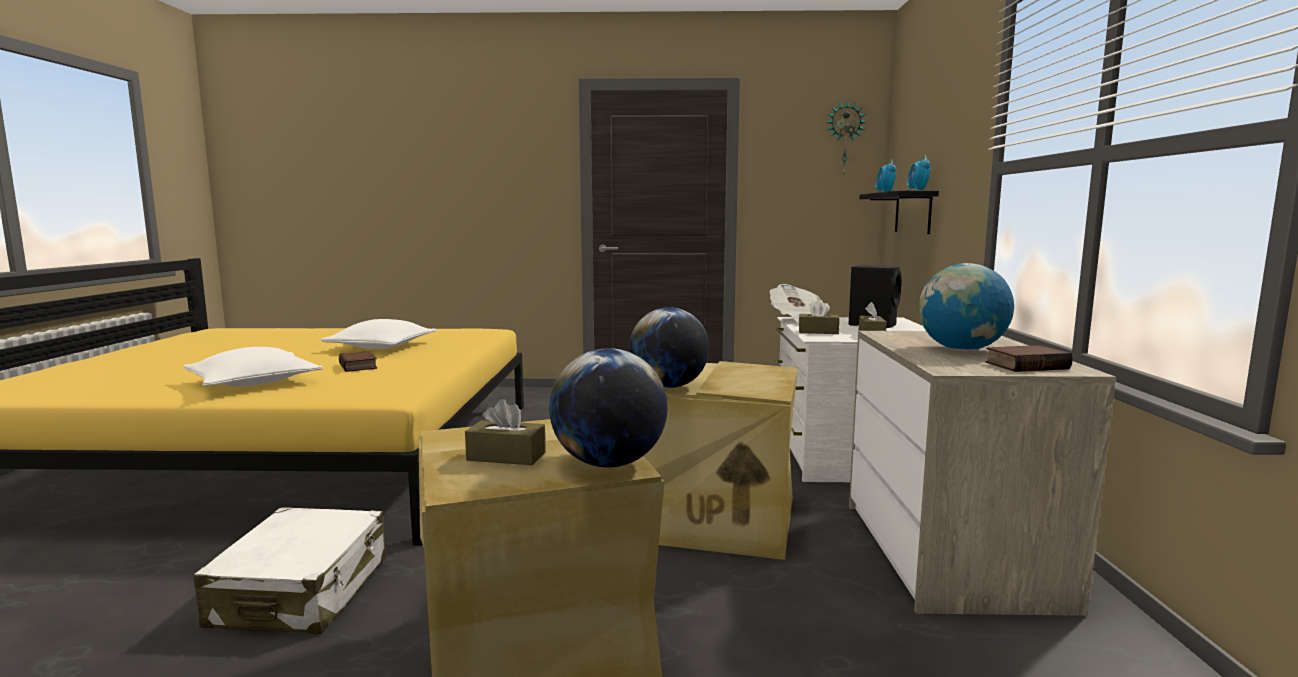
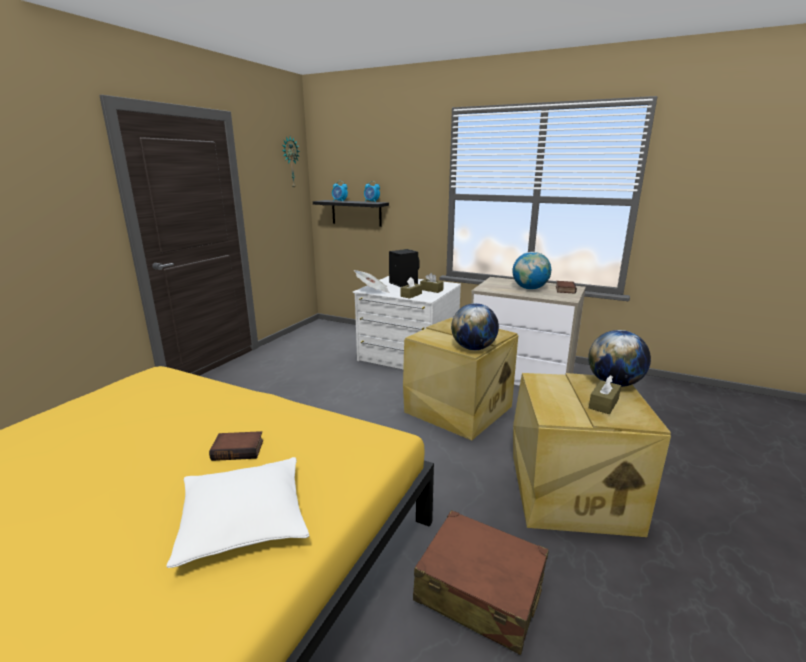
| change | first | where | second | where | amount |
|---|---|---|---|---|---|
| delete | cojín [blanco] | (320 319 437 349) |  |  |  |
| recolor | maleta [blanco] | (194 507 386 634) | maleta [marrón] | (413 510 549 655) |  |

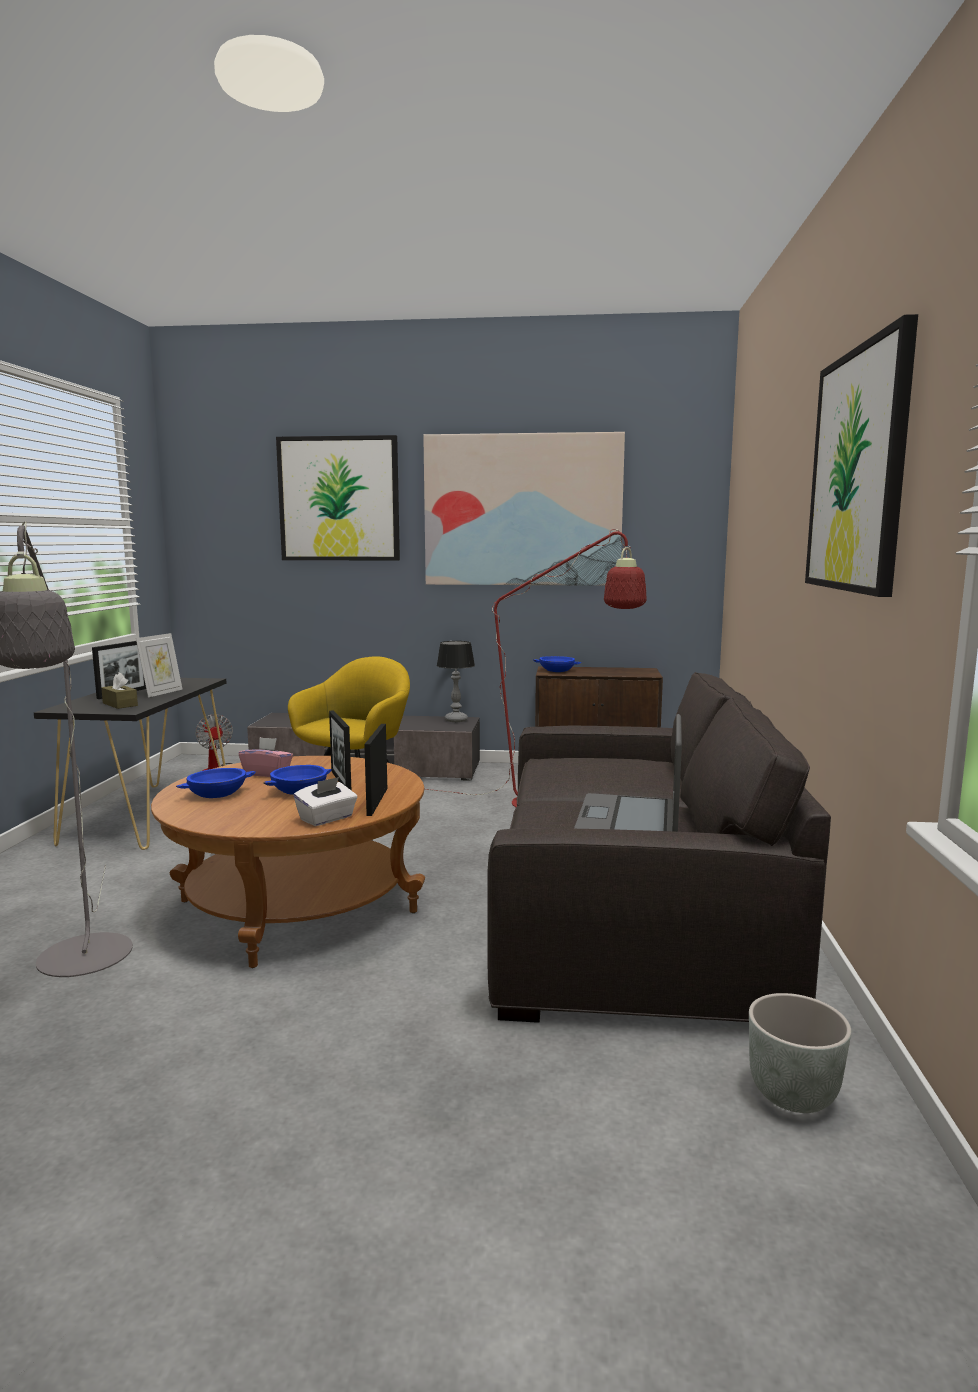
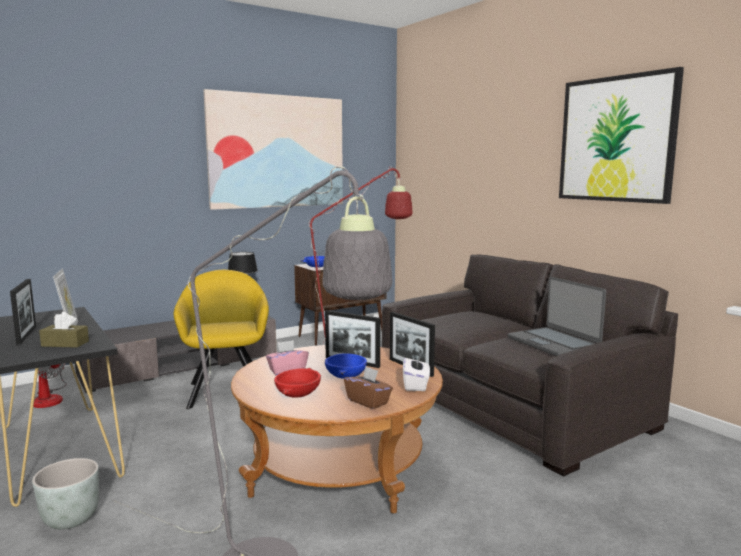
| change | first | where | second | where | amount |
|---|---|---|---|---|---|
| delete | cuadro | (276 435 400 561) |  |  |  |
| recolor | cuenco [azul] | (176 768 256 798) | cuenco [rojo] | (274 368 321 398) |  |
| move | maceta [gris] | (749 993 851 1113) |  | (32 458 99 529) |  |
| insert |  |  | caja de pañuelos [marrón] | (344 366 393 409) |  |

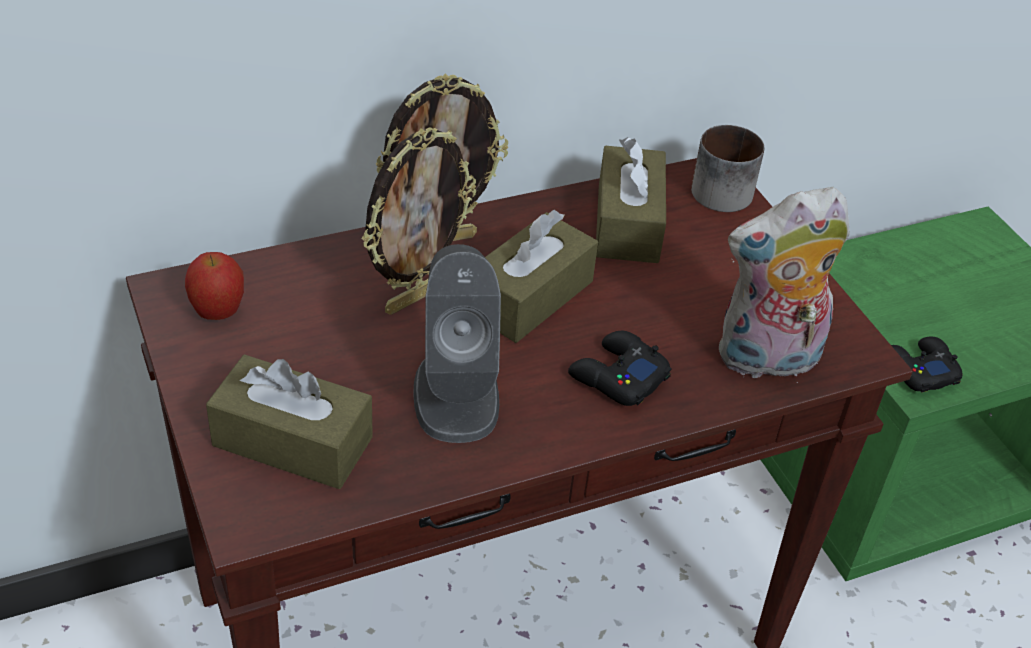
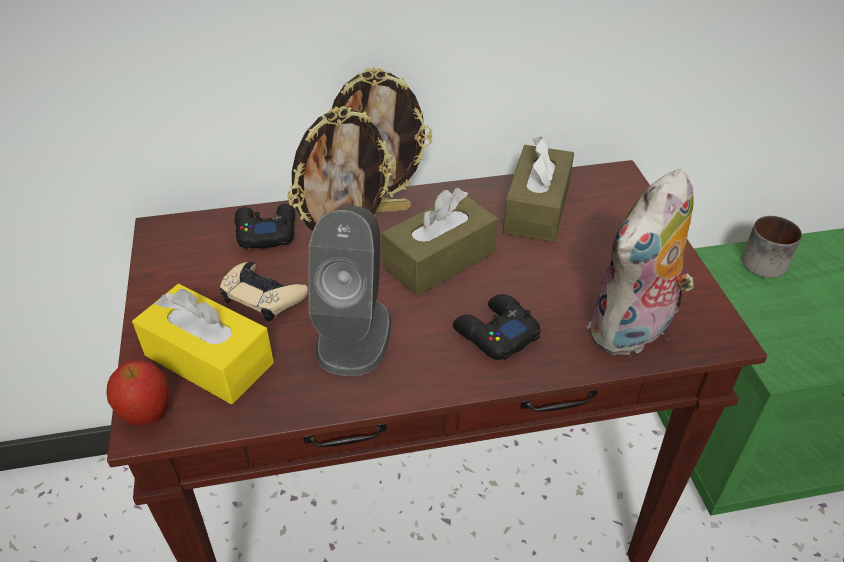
| change | first | where | second | where | amount |
|---|---|---|---|---|---|
| move | taza grande | (691 125 764 212) |  | (742 216 802 278) |  |
| rotate | peluche | (719 187 850 383) |  | (587 169 694 355) | 45 degrees counterclockwise |
| move | manzana | (185 252 244 320) |  | (106 361 169 426) |  |
| move | mando de consola [negro] | (891 336 963 393) |  | (235 204 295 249) |  |
| recolor | caja de pañuelos [marrón] | (206 355 373 489) | caja de pañuelos [amarillo] | (132 284 274 404) |  |
| insert |  |  | mando de consola [beis] | (220 262 308 322) |  |

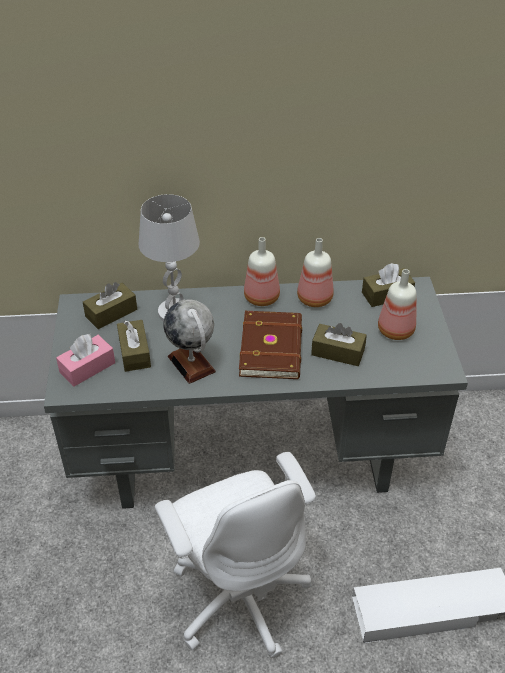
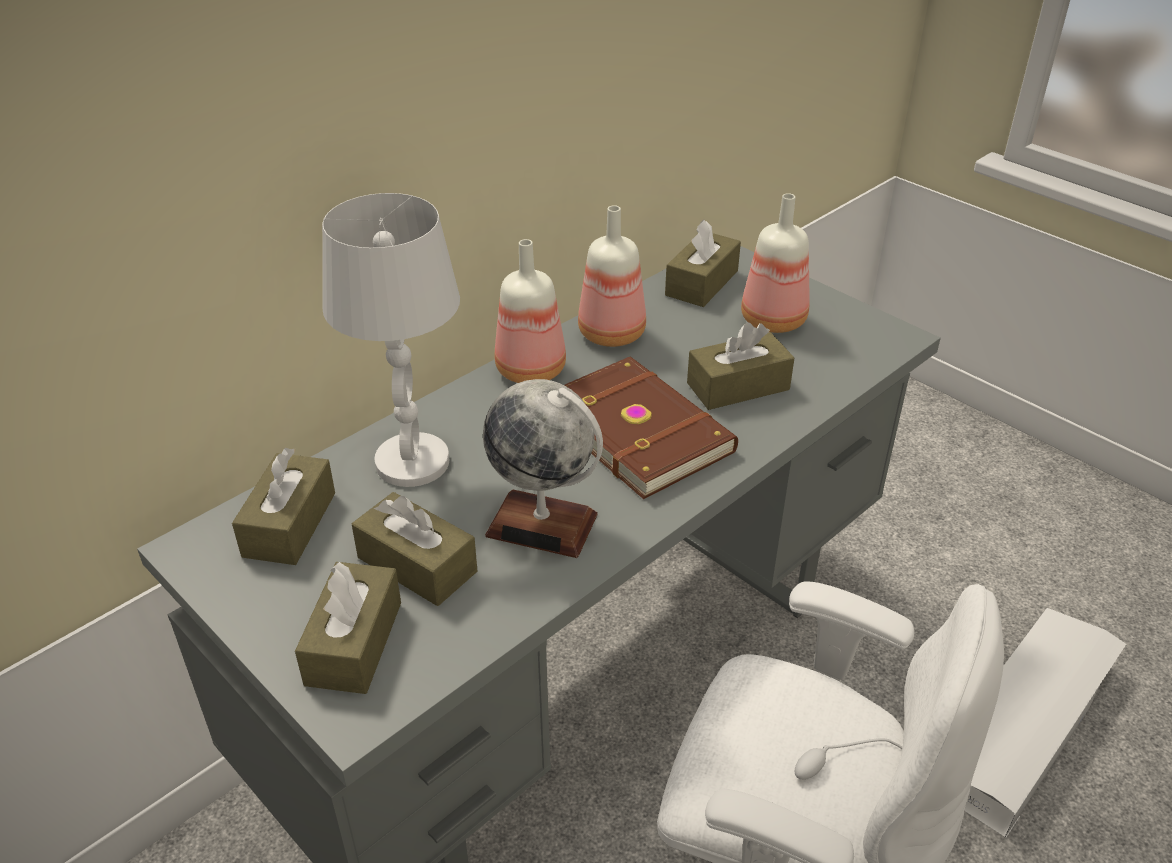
| change | first | where | second | where | amount |
|---|---|---|---|---|---|
| recolor | caja de pañuelos [rosa] | (56 334 115 387) | caja de pañuelos [marrón] | (295 562 401 694) |  |

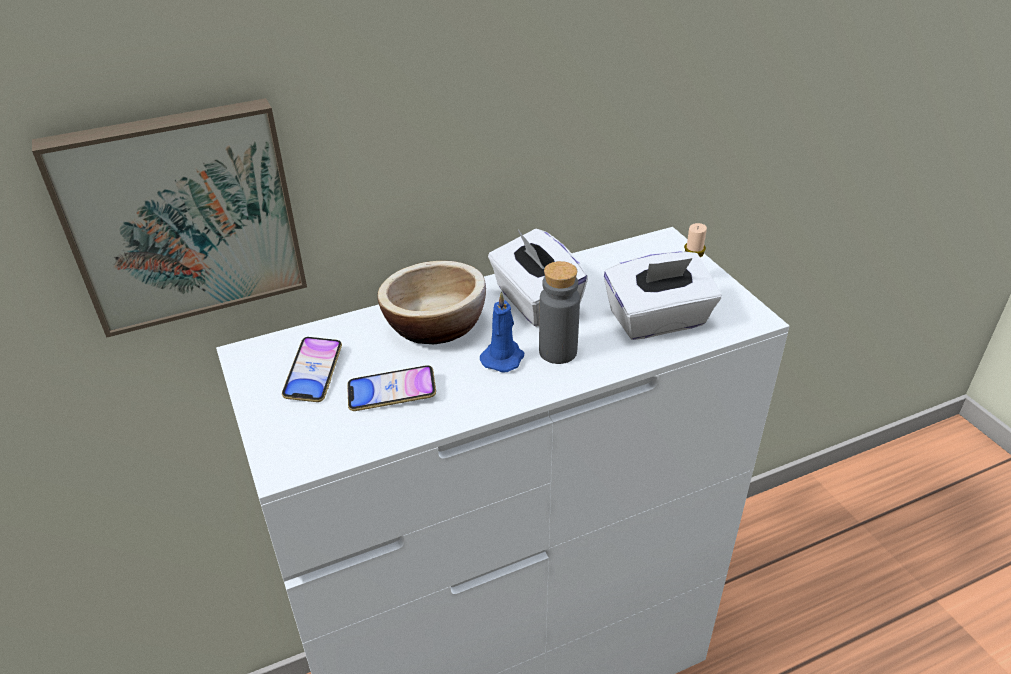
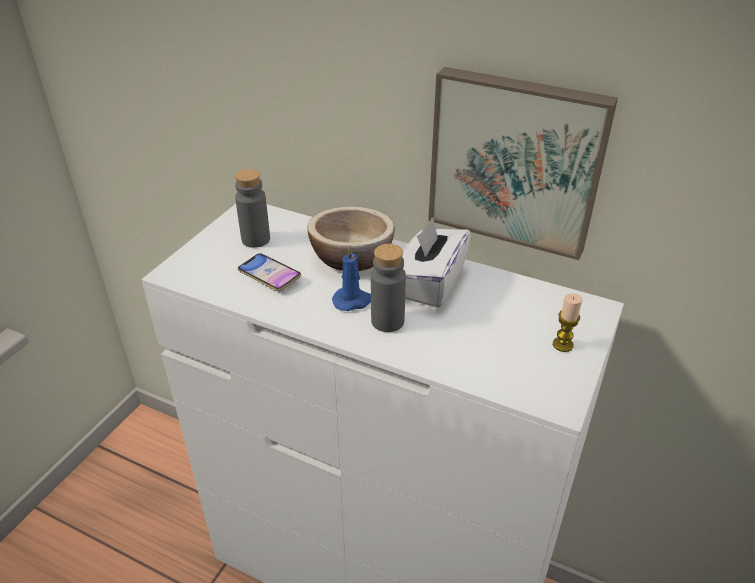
| change | first | where | second | where | amount |
|---|---|---|---|---|---|
| move | cuadro | (32 98 307 338) |  | (428 67 618 260) |  |
| delete | caja de pañuelos [blanco] | (604 251 721 340) |  |  |  |
| replace | móvil | (282 337 342 402) | botella [gris] | (235 169 270 248) |  |

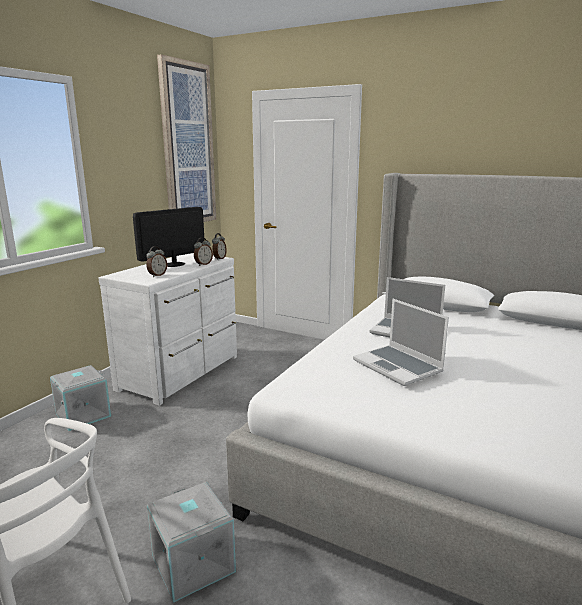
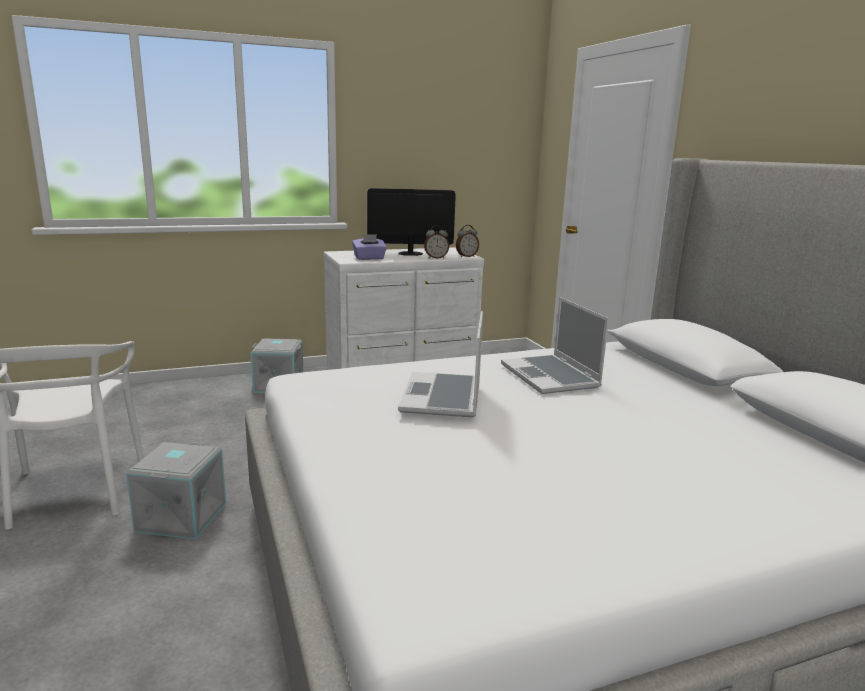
| change | first | where | second | where | amount |
|---|---|---|---|---|---|
| delete | cuadro | (157 54 216 222) |  |  |  |
| replace | despertador | (146 246 167 277) | caja de pañuelos [morado] | (352 234 387 260) |  |

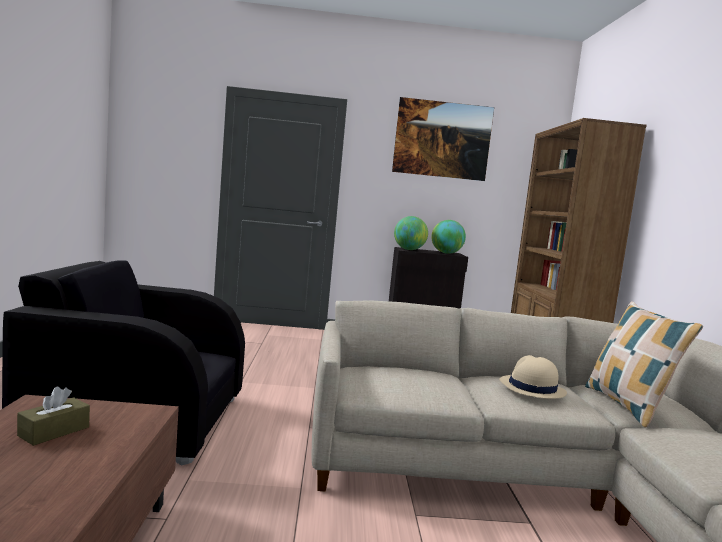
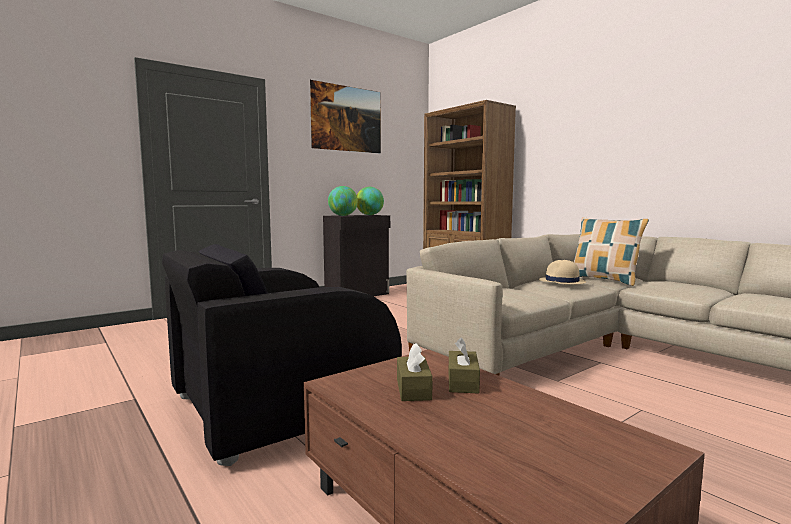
| change | first | where | second | where | amount |
|---|---|---|---|---|---|
| insert |  |  | caja de pañuelos [marrón] | (449 337 480 393) |  |

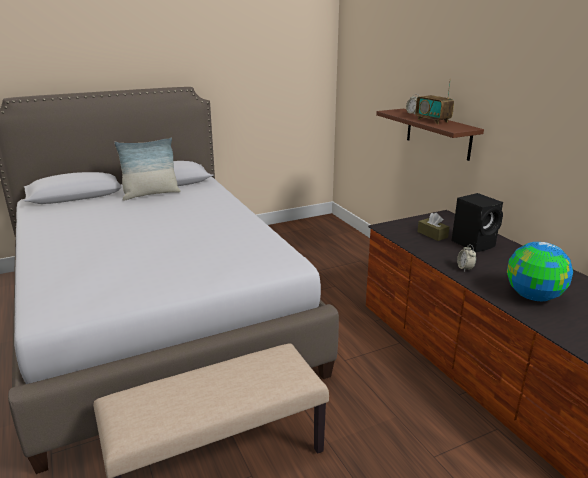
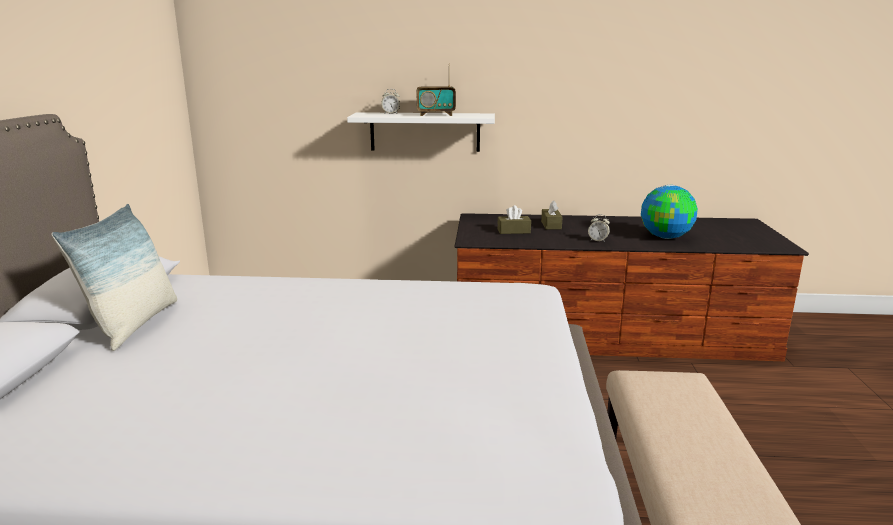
| change | first | where | second | where | amount |
|---|---|---|---|---|---|
| recolor | estante [marrón] | (376 109 484 161) | estante [blanco] | (347 112 495 152) |  |
| replace | altavoz [negro] | (451 193 503 252) | caja de pañuelos [marrón] | (541 201 563 230) |  |

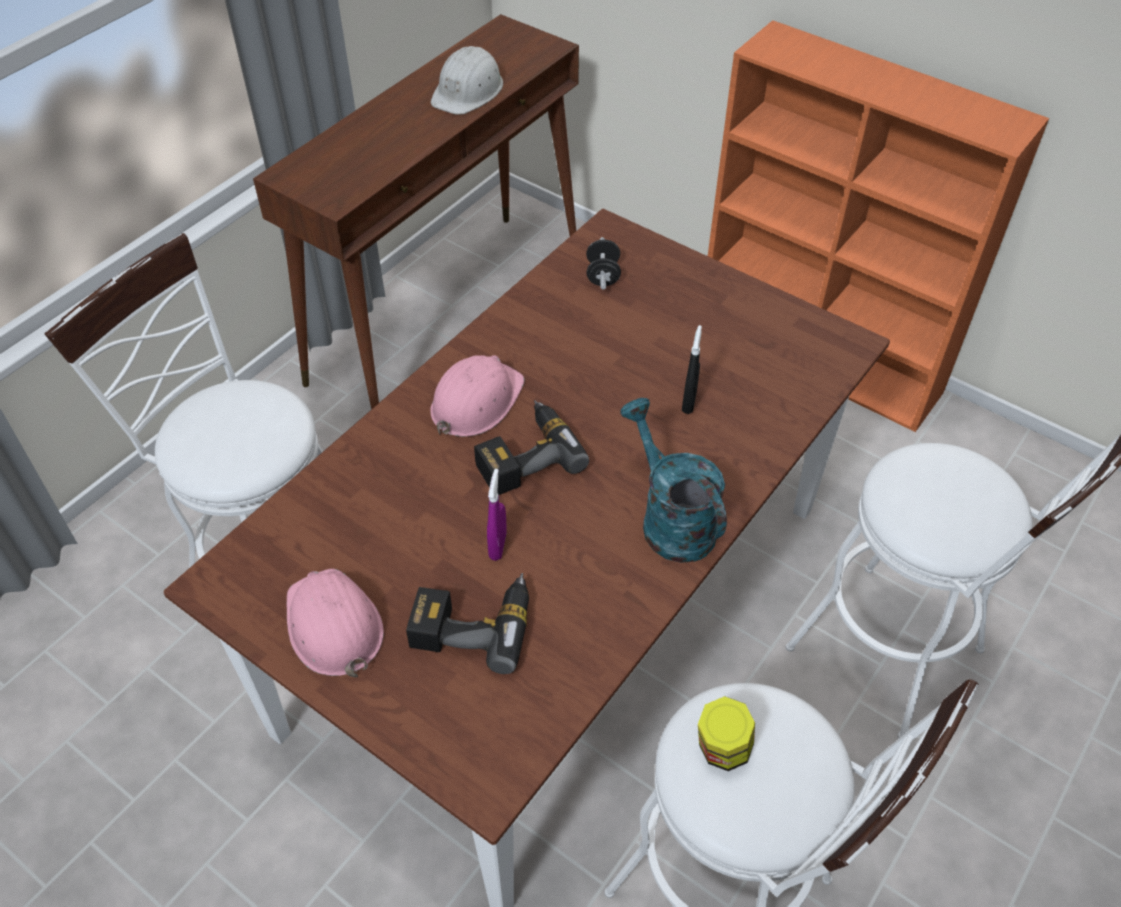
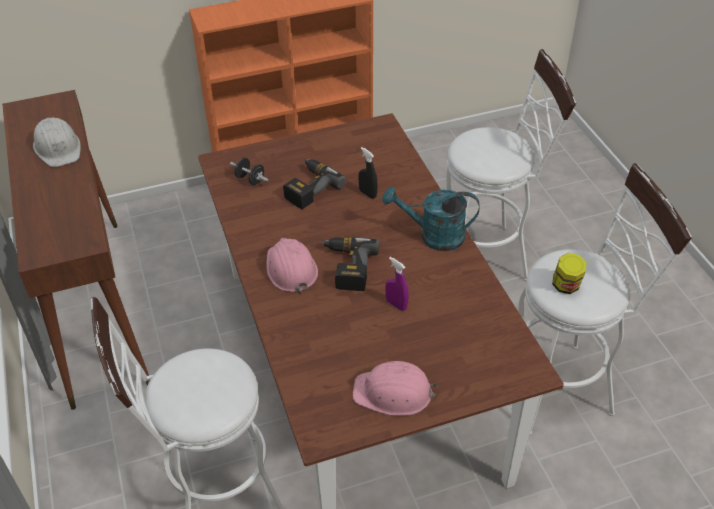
| change | first | where | second | where | amount |
|---|---|---|---|---|---|
| move | taladro | (406 573 529 674) |  | (283 159 346 209) |  |

